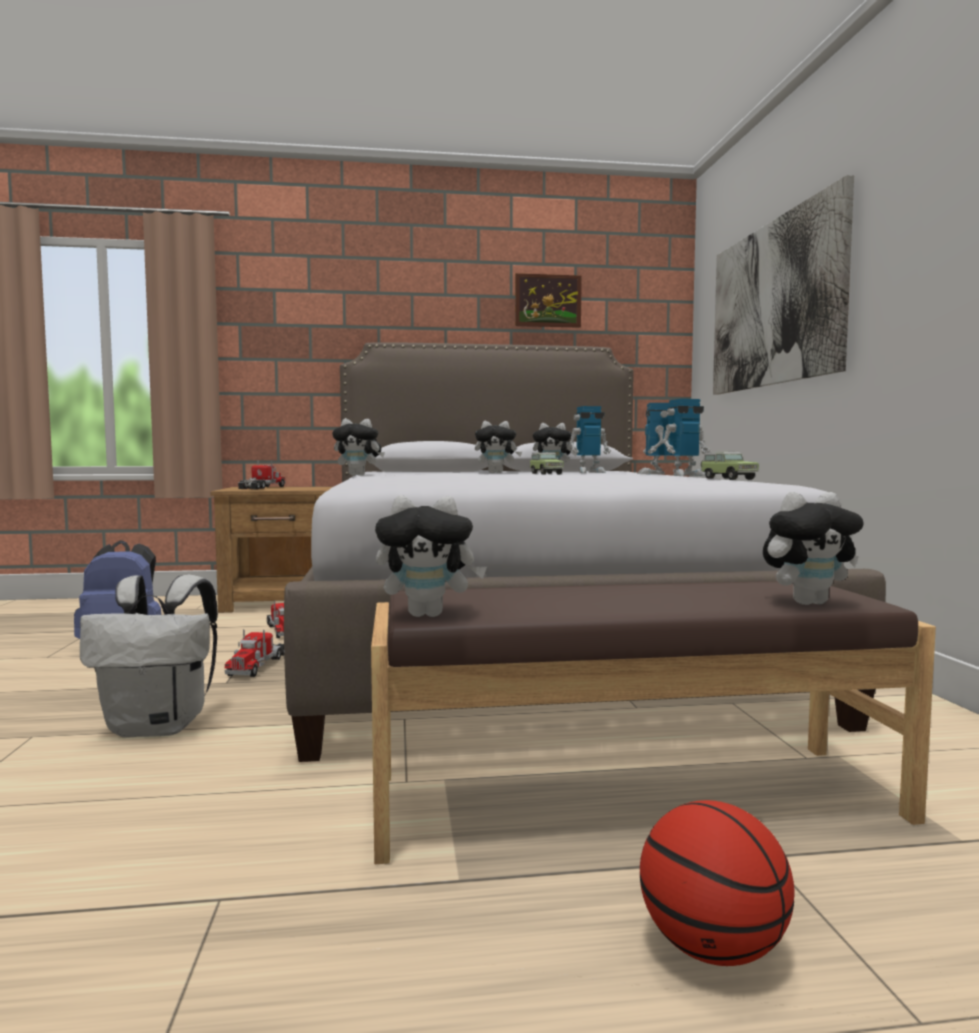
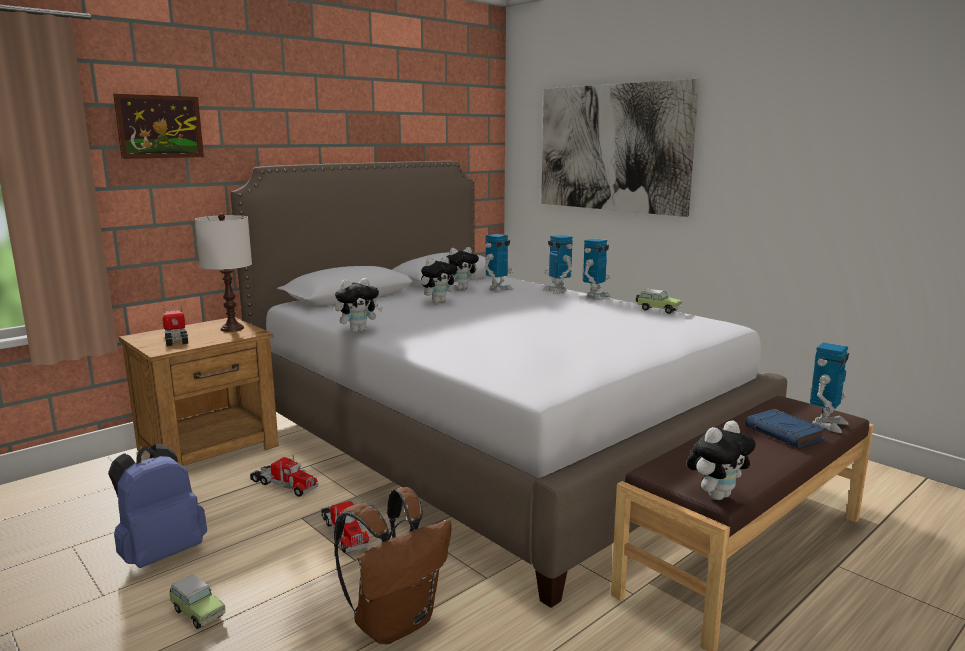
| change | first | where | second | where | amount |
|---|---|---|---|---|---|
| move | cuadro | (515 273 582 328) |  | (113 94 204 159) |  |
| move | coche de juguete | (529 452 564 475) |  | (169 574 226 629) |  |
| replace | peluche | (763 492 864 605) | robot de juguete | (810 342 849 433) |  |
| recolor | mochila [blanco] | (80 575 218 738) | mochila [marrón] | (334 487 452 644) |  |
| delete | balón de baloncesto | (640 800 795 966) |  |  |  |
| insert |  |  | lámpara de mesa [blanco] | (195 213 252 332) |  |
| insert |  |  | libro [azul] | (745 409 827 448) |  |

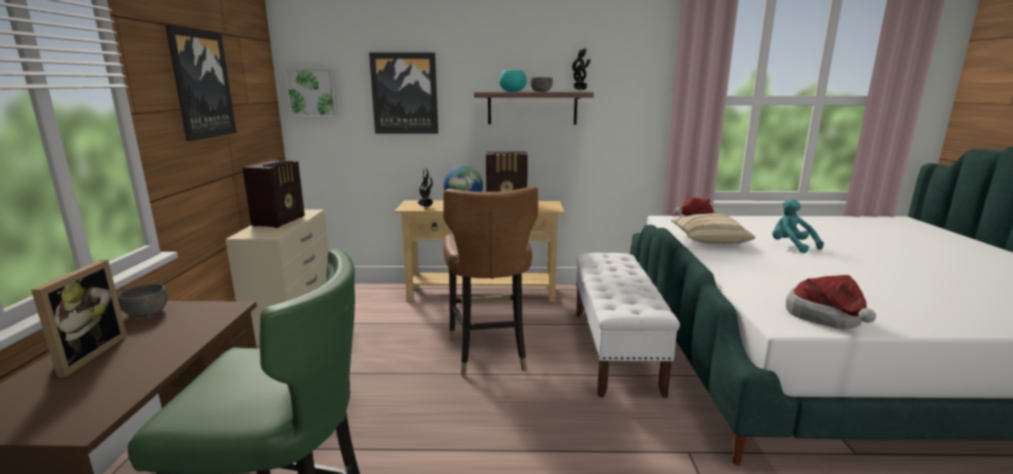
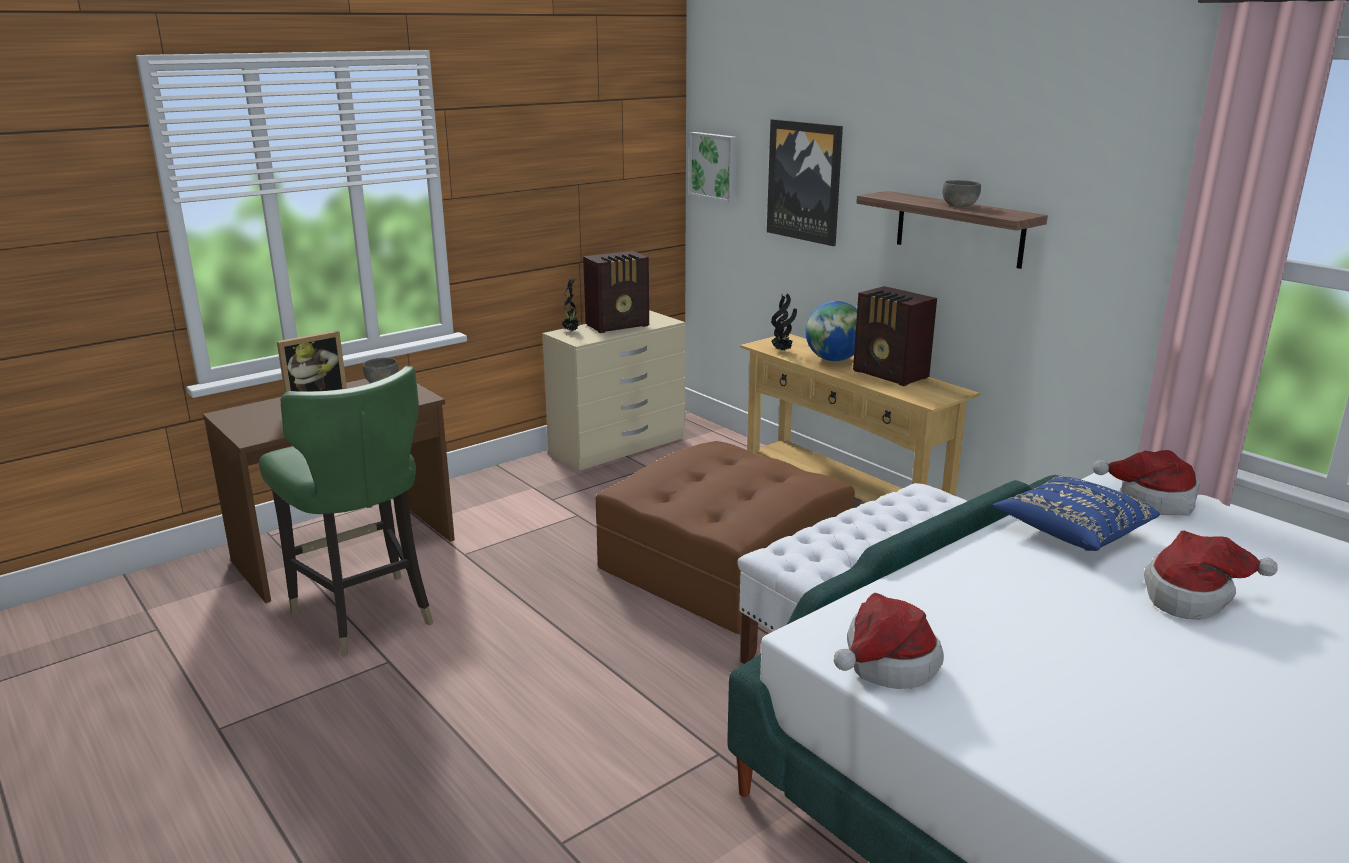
| change | first | where | second | where | amount |
|---|---|---|---|---|---|
| delete | cuadro | (165 25 237 141) |  |  |  |
| move | planta en maceta | (572 49 591 91) |  | (562 278 580 332) |  |
| delete | cuenco [turquesa] | (499 70 527 92) |  |  |  |
| replace | silla [marrón] | (443 186 538 376) | puf [marrón] | (596 441 855 634) |  |
| replace | peluche [turquesa] | (772 199 824 253) | sombrero | (1144 531 1278 620) |  |
| recolor | cojín [beis] | (671 214 755 244) | cojín [azul] | (993 475 1160 551) |  |

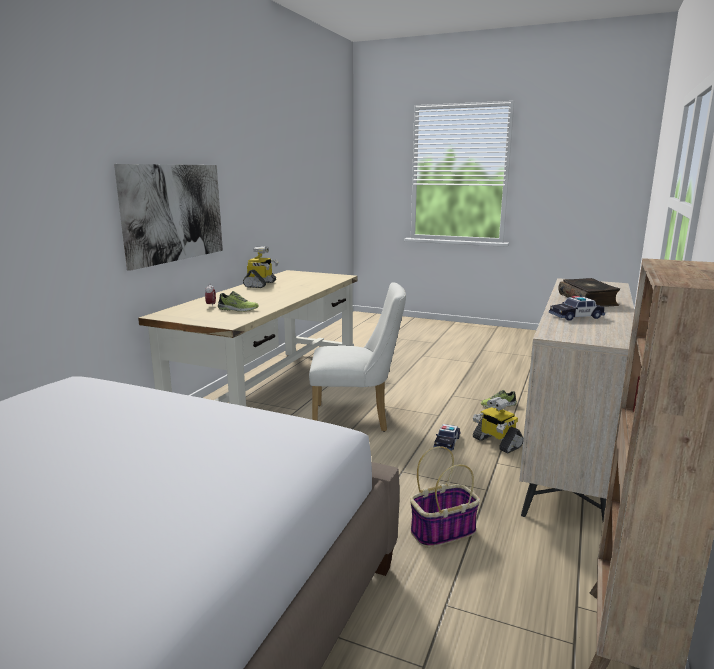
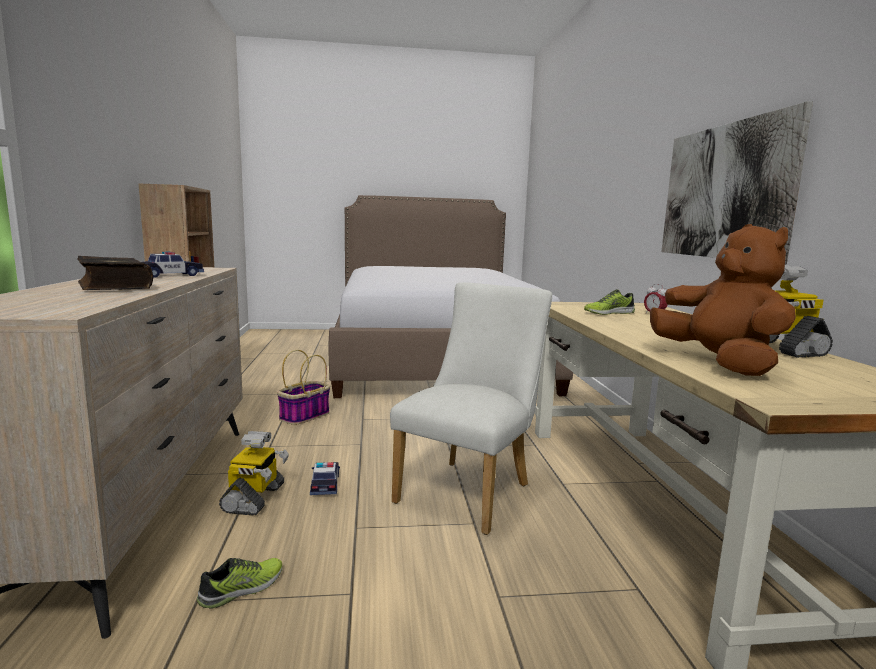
| change | first | where | second | where | amount |
|---|---|---|---|---|---|
| rotate | silla [blanco] | (309 282 406 432) |  | (390 282 552 535) | 150 degrees clockwise |
| rotate | robot de juguete | (473 397 523 453) |  | (219 431 289 516) | 75 degrees clockwise |
| insert |  |  | peluche [marrón] | (650 224 796 376) |  |

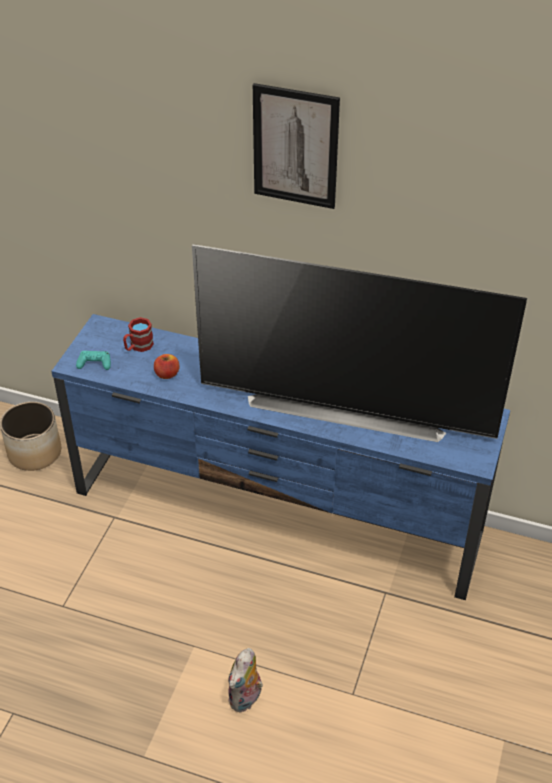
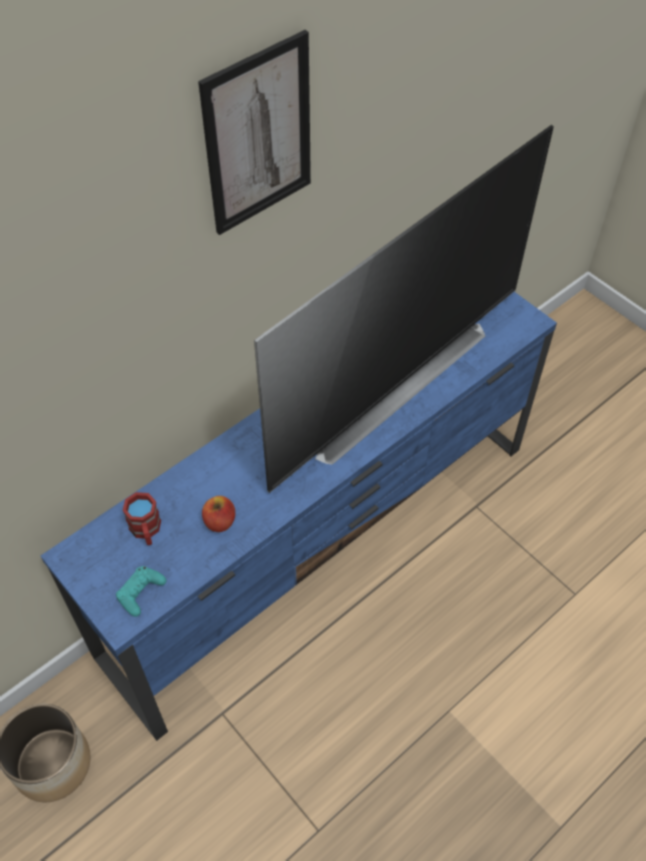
| change | first | where | second | where | amount |
|---|---|---|---|---|---|
| delete | peluche | (228 648 263 713) |  |  |  |

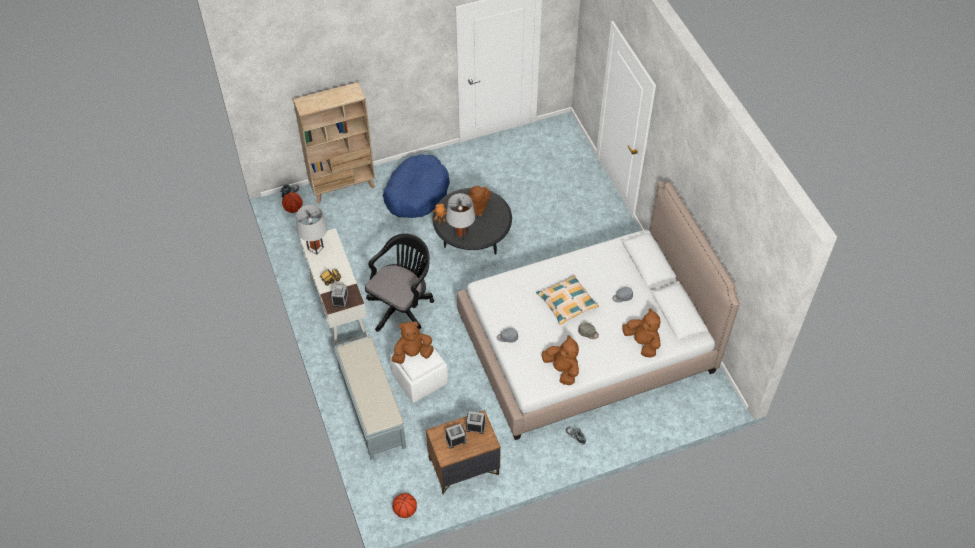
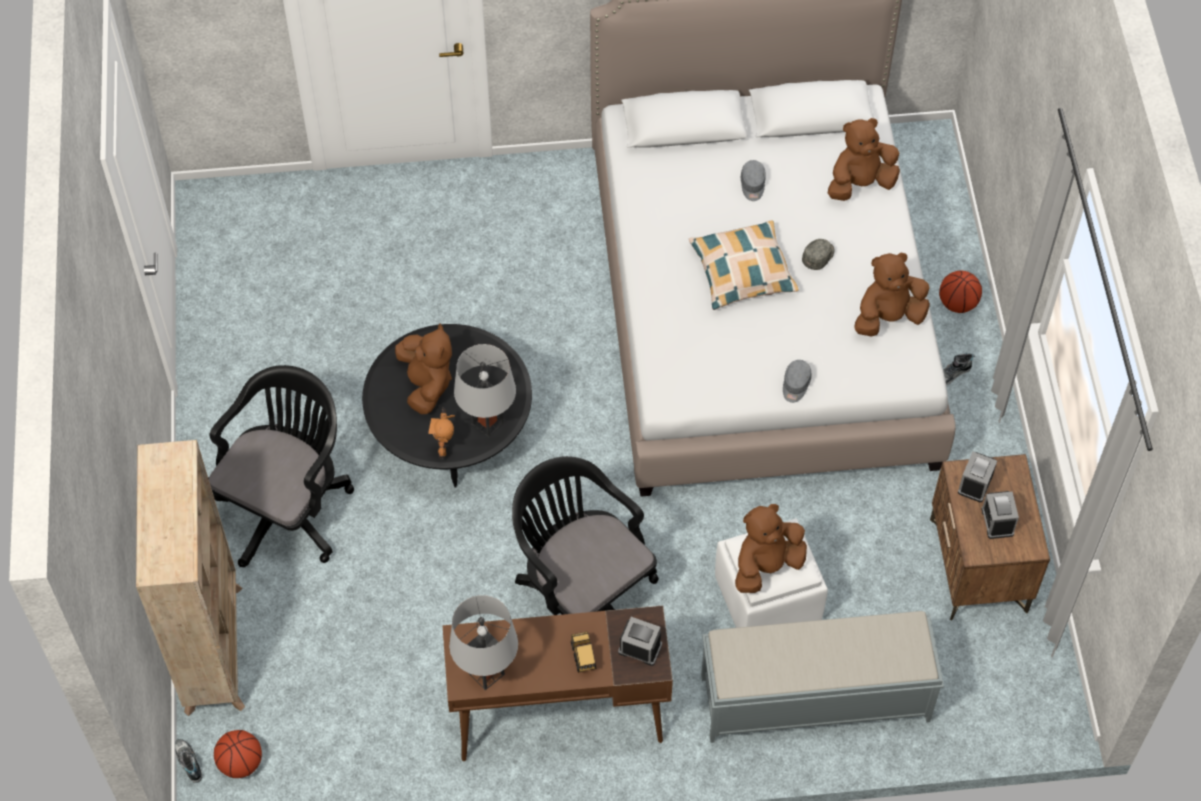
| change | first | where | second | where | amount |
|---|---|---|---|---|---|
| replace | cama para perro [azul] | (383 154 450 218) | silla de oficina [negro] | (208 365 354 567) |  |
| recolor | escritorio [blanco] | (300 228 367 346) | escritorio [marrón] | (442 606 673 761) |  |
| rotate | peluche [marrón] | (392 321 434 364) |  | (735 504 807 593) | 60 degrees clockwise |
| move | balón de baloncesto | (393 493 417 518) |  | (939 270 982 313) |  |

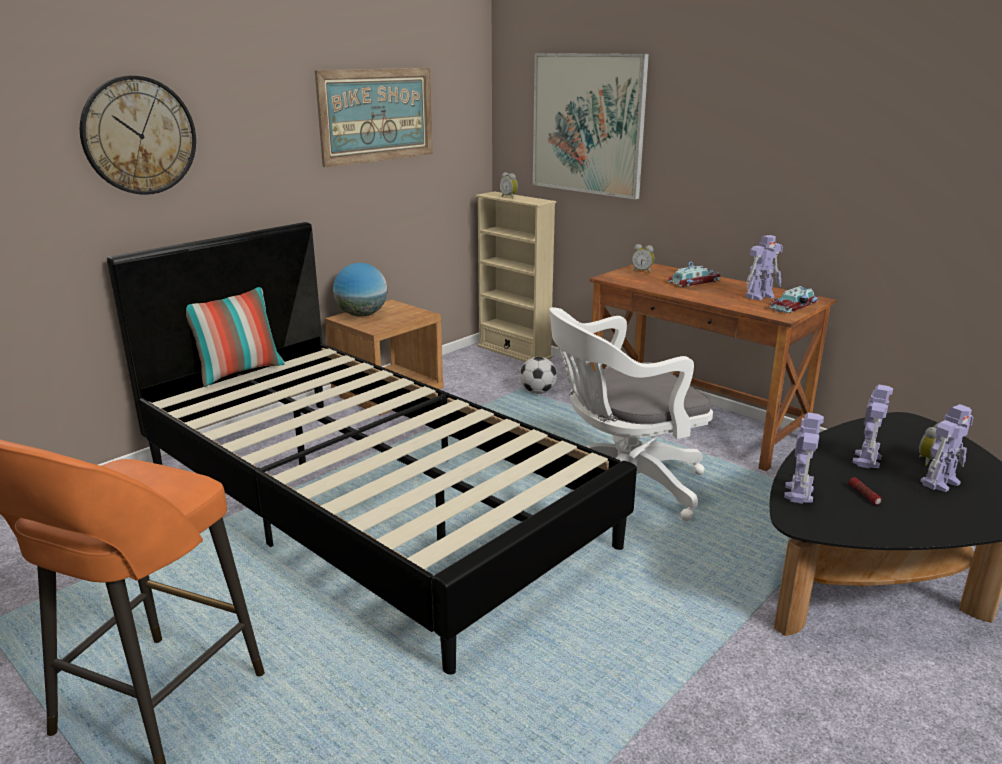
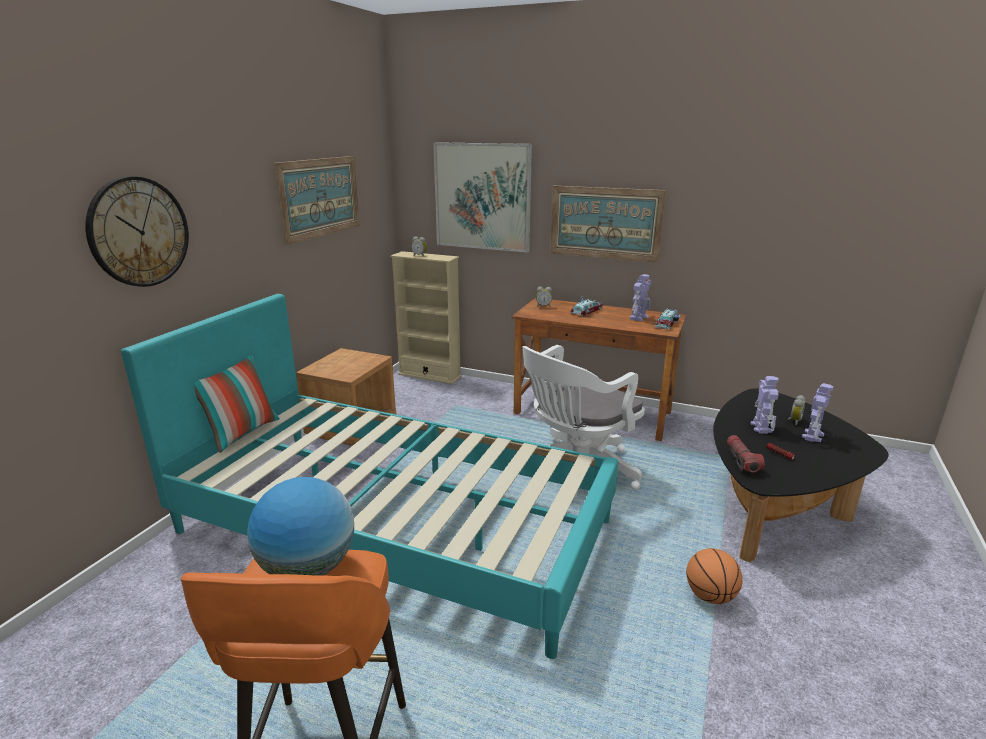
| change | first | where | second | where | amount |
|---|---|---|---|---|---|
| recolor | cama [negro] | (107 222 637 675) | cama [turquesa] | (121 294 618 659) |  |
| move | globo terráqueo | (333 263 387 317) |  | (247 477 354 575) |  |
| delete | balón de fútbol | (520 357 557 394) |  |  |  |
| replace | robot de juguete | (784 413 824 504) | linterna | (727 435 765 473) |  |
| insert |  |  | cuadro | (550 186 666 263) |  |
| insert |  |  | balón de baloncesto | (686 548 742 604) |  |

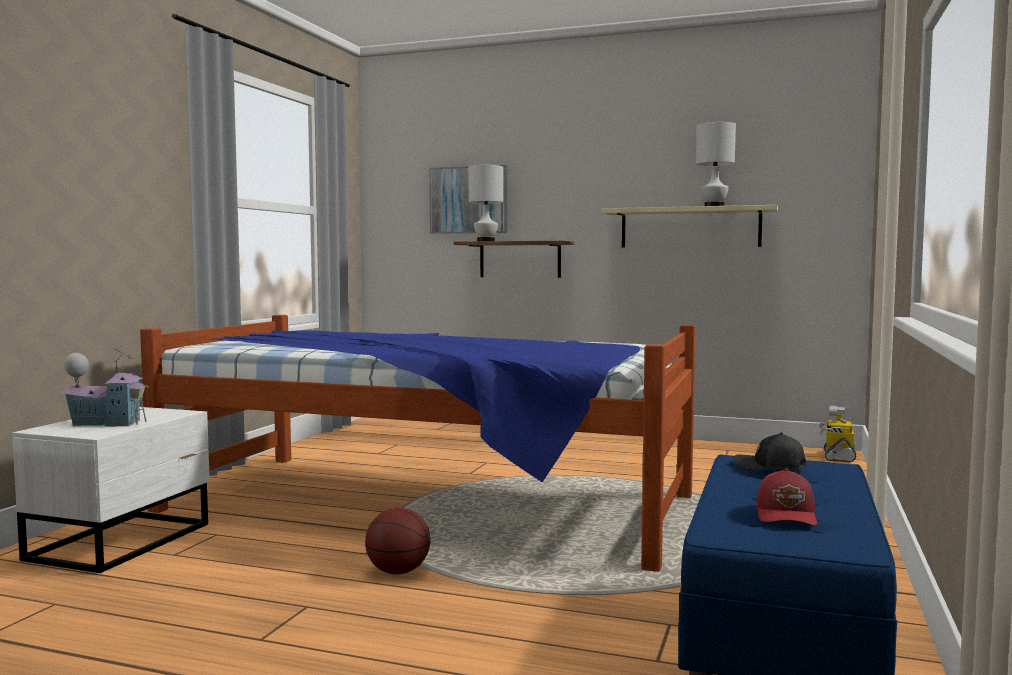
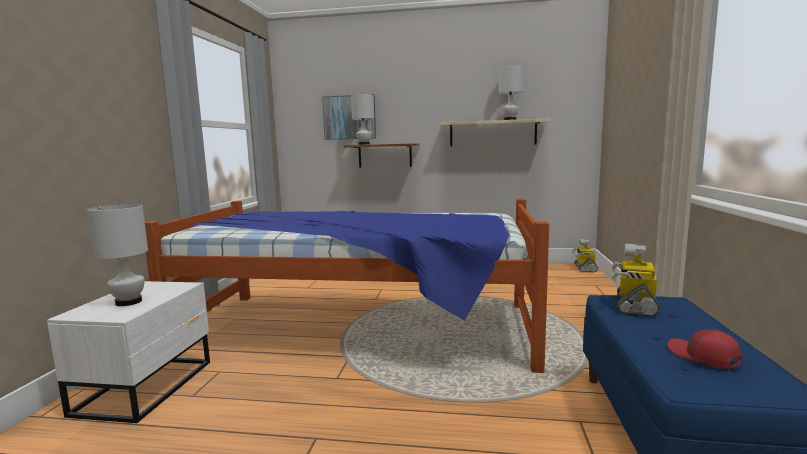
| change | first | where | second | where | amount |
|---|---|---|---|---|---|
| replace | casita | (61 348 149 427) | lámpara de mesa [blanco] | (87 204 148 306) |  |
| replace | gorra [negro] | (734 432 806 472) | robot de juguete | (612 244 660 317) |  |
| rotate | gorra [rojo] | (756 468 817 526) |  | (668 329 742 369) | 150 degrees clockwise |
| delete | balón de baloncesto | (365 508 431 574) |  |  |  |

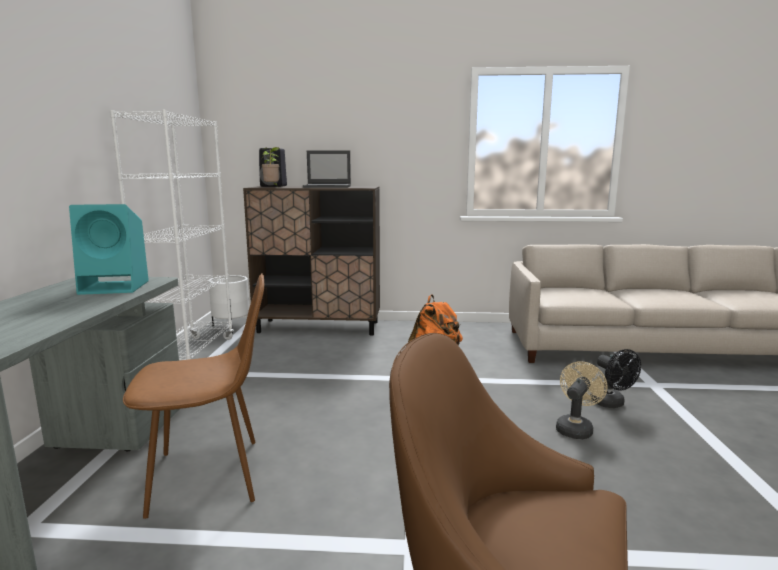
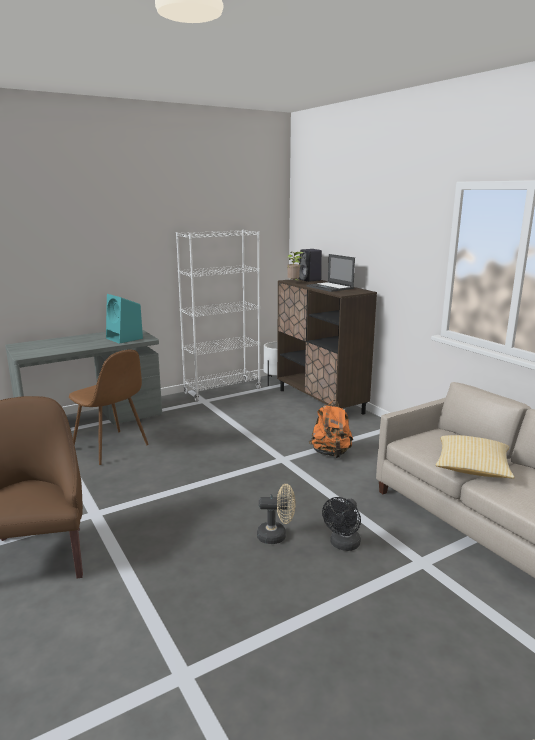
| change | first | where | second | where | amount |
|---|---|---|---|---|---|
| insert |  |  | cojín | (436 435 515 478) |  |

